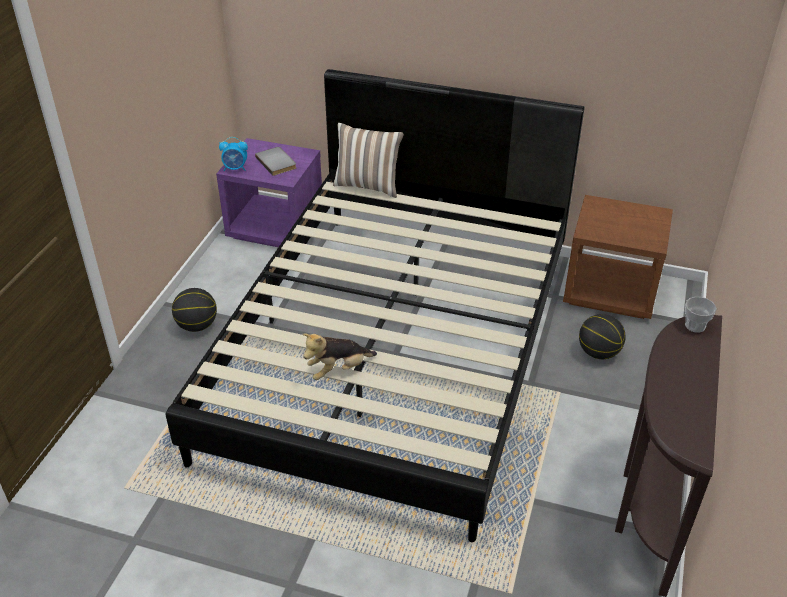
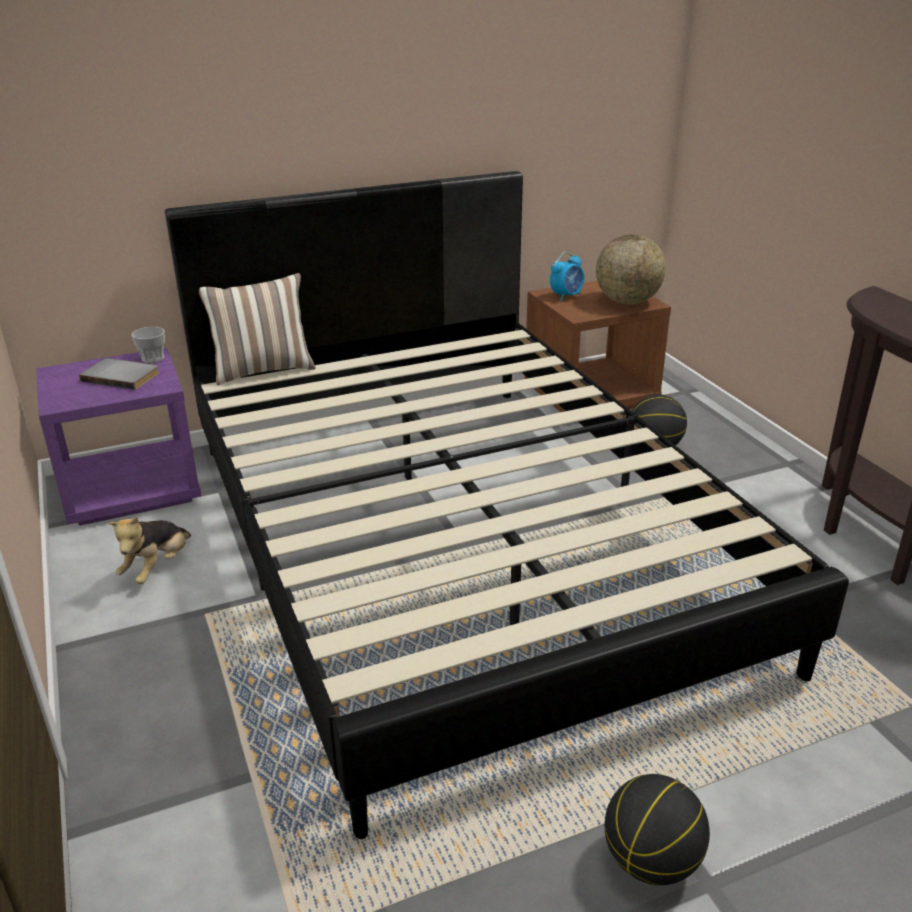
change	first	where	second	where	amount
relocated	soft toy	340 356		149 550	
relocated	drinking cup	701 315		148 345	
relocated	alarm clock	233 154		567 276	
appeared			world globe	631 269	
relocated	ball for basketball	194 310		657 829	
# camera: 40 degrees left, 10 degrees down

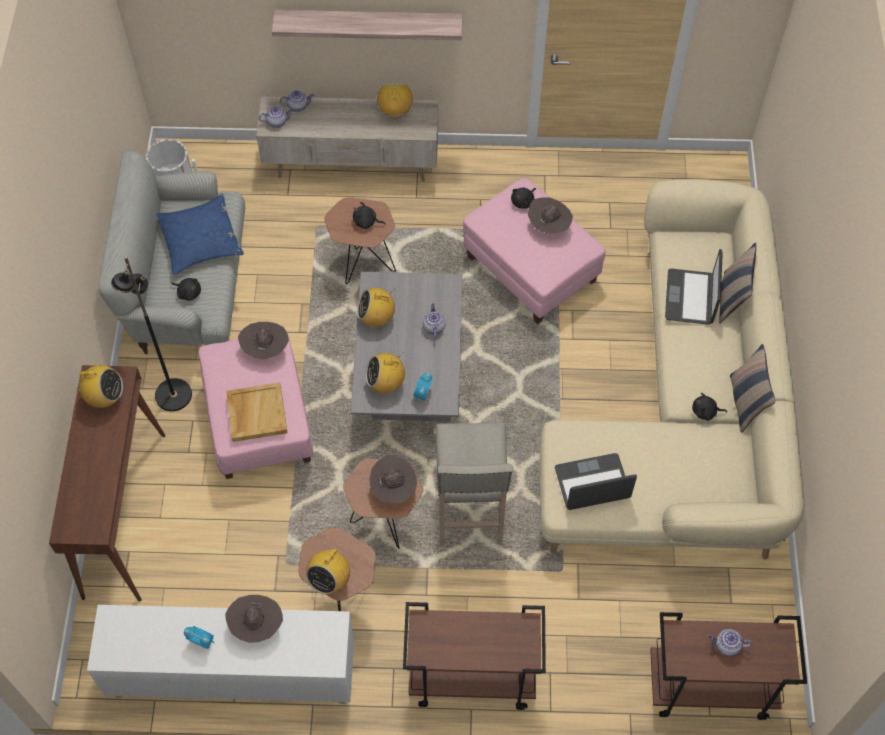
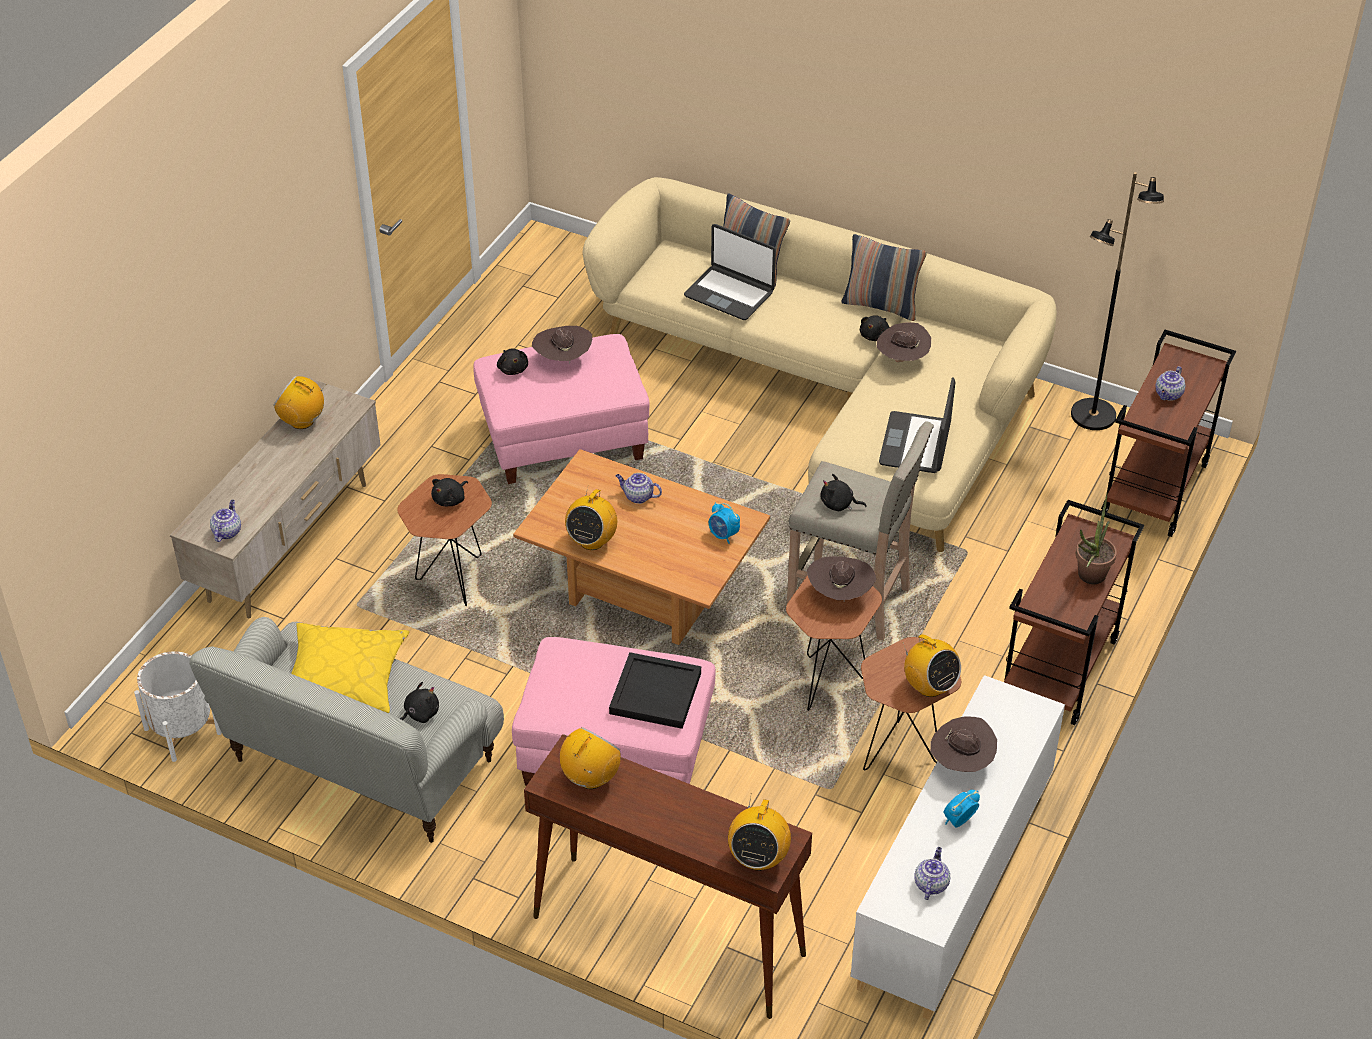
change	first	where	second	where	amount
colour	throw pillow (blue)	200 234	throw pillow (yellow)	350 668	
colour	lounge table (grey)	407 347	lounge table (brownish)	641 547	
colour	carrying tray (beige)	256 412	carrying tray (black-coloured)	655 690	
relocated	radio set	385 372		759 832	
appeared			soft toy (black-coloured)	843 492	
relocated	clothing hat (brownish)	263 341		904 342	
relocated	tea pot	297 101		932 873	
relocated	standing lamp (black-coloured)	151 333		1117 301	
appeared			houseplant	1096 538	
missing	bracket shelf	367 25			
# camera: 65 degrees left, 15 degrees down

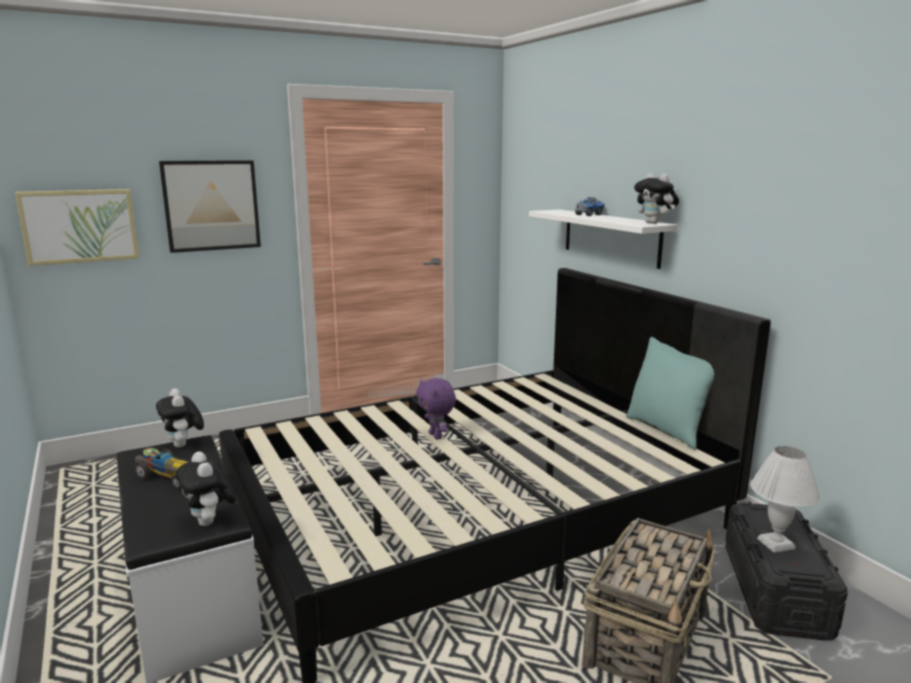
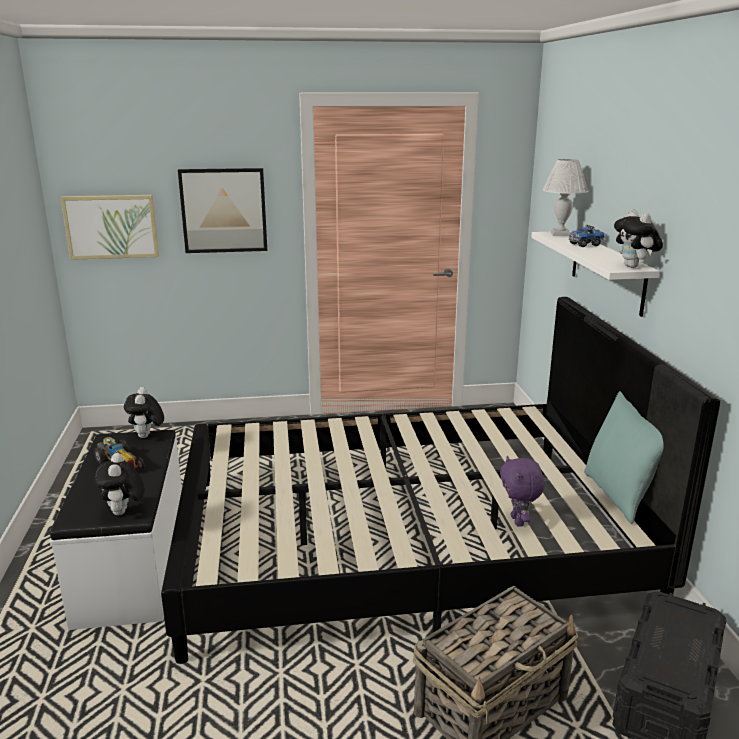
change	first	where	second	where	amount
relocated	soft toy (purple)	436 408		522 491	
relocated	table lamp (whitish)	785 499		565 197	
# camera: 20 degrees right, 5 degrees up

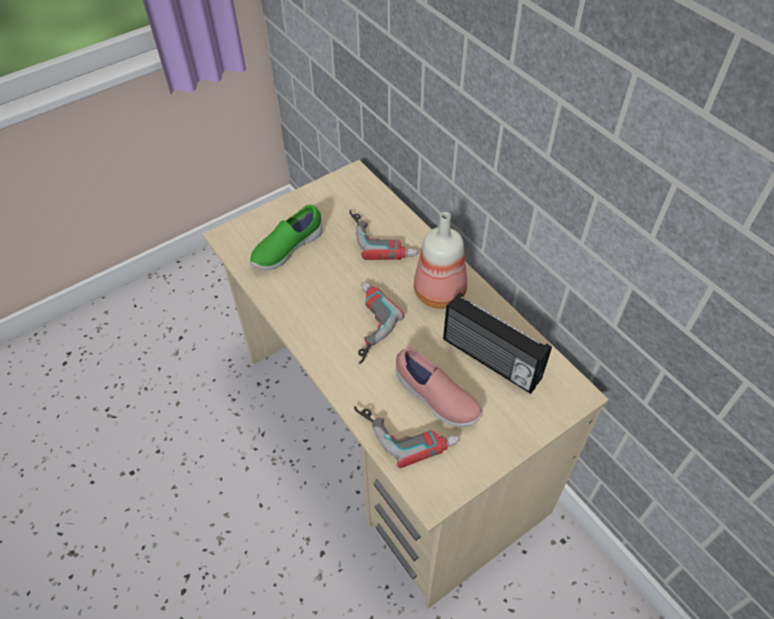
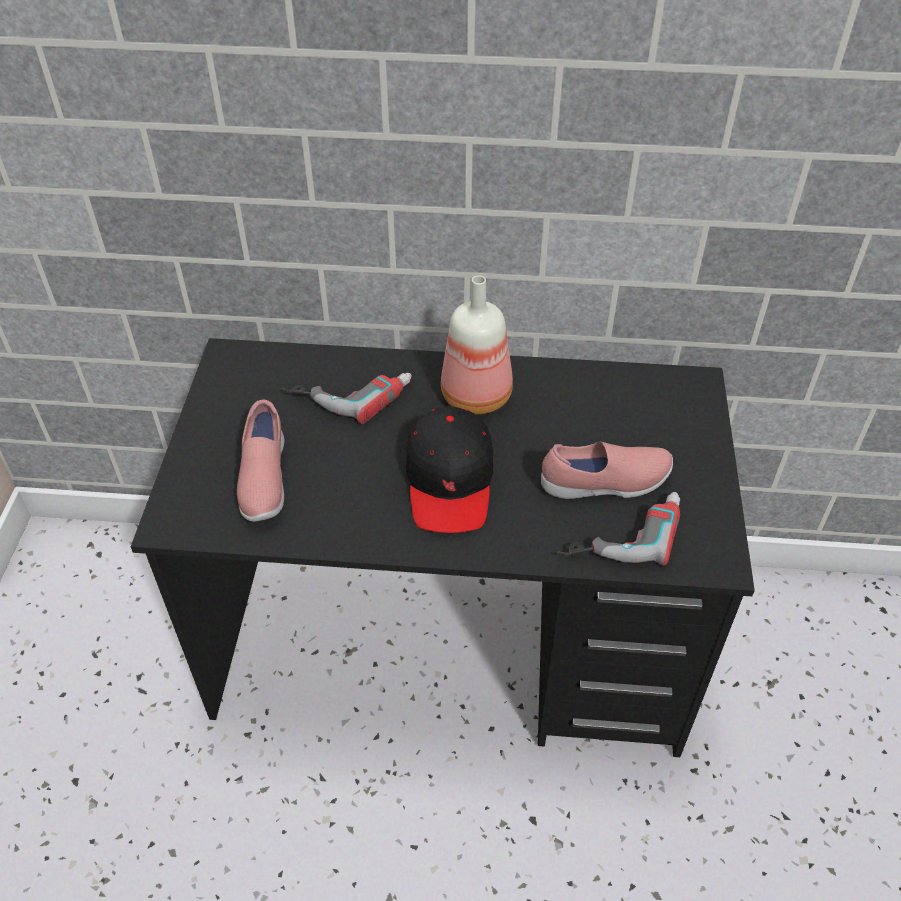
change	first	where	second	where	amount
colour	desk (beige)	405 384	desk (black-coloured)	443 547	
colour	low shoe (green-coloured)	286 237	low shoe (pinkish)	260 461	
exchanged	drill	381 323	peaked cap (black-coloured)	449 469	
missing	radio set	497 343			
# camera: 50 degrees left, 5 degrees down

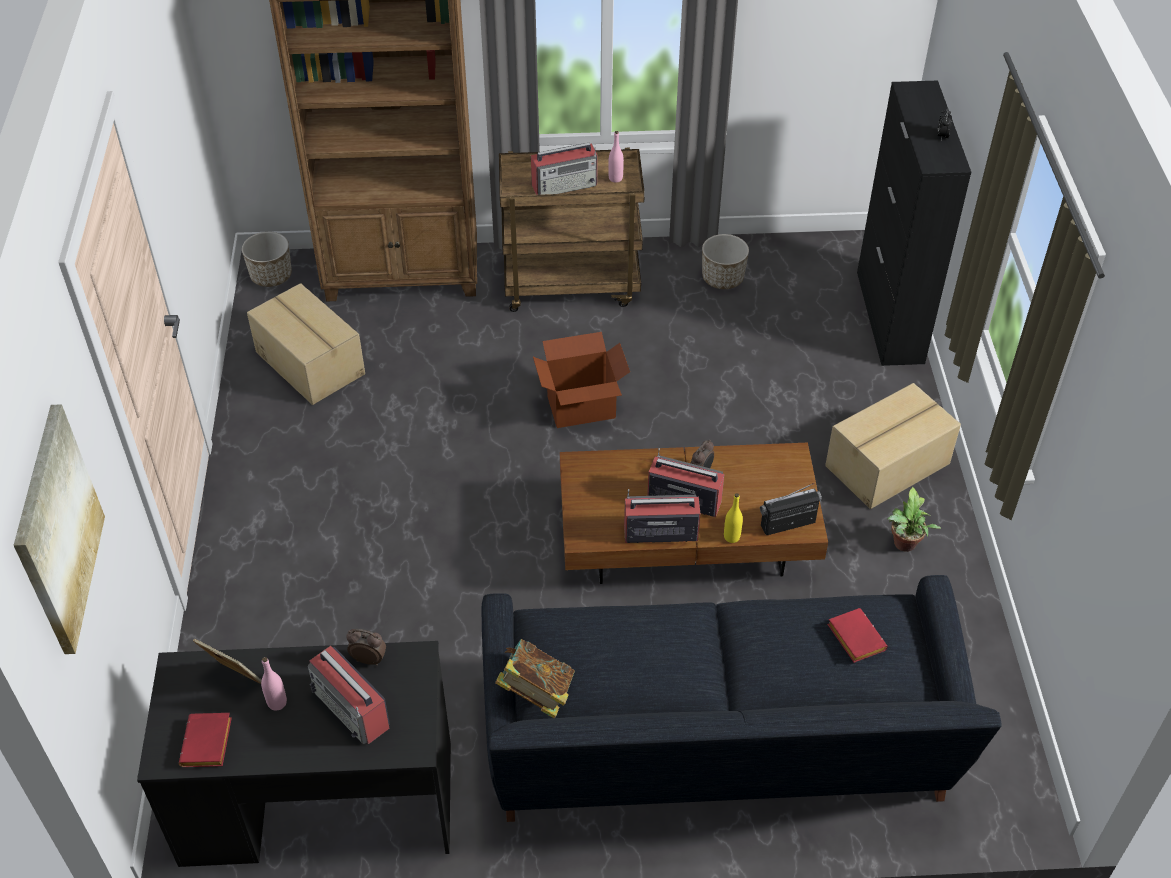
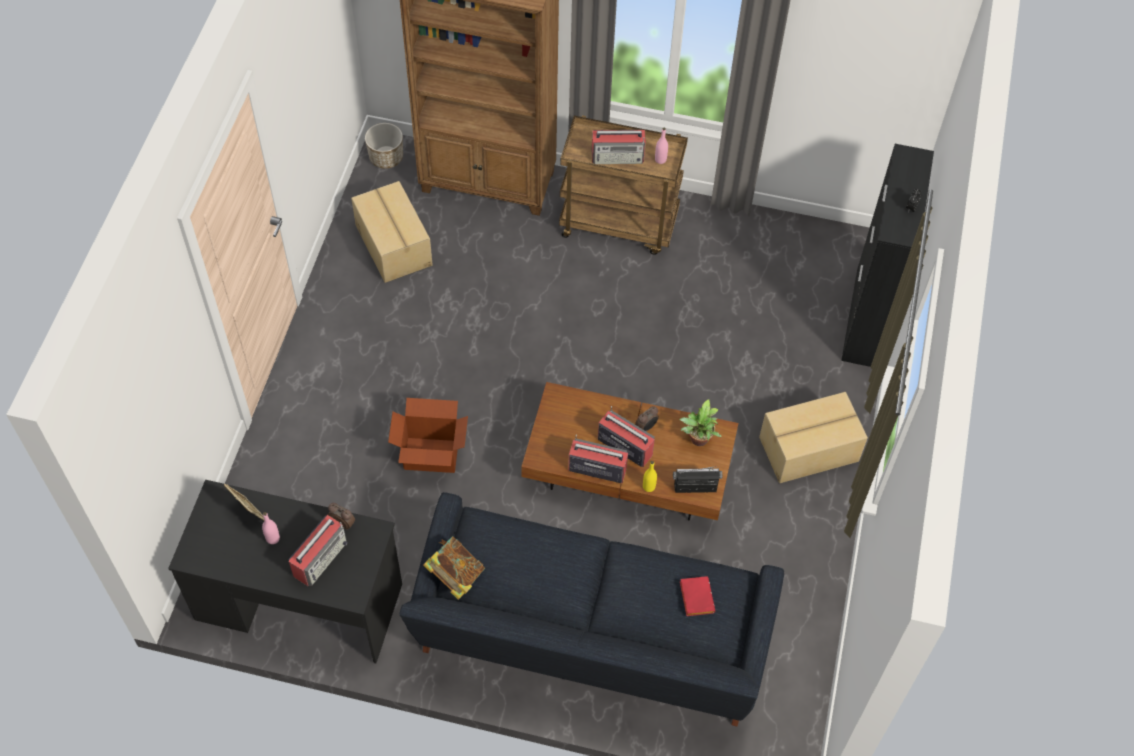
change	first	where	second	where	amount
spun	radio set	349 695		317 550	120 degrees counterclockwise
relocated	carton	581 380		428 435	
relocated	houseplant	914 519		700 422	
missing	wall art	59 529			
missing	volume (red)	205 740			
missing	plant pot	725 261			
# camera: 15 degrees right, 10 degrees up

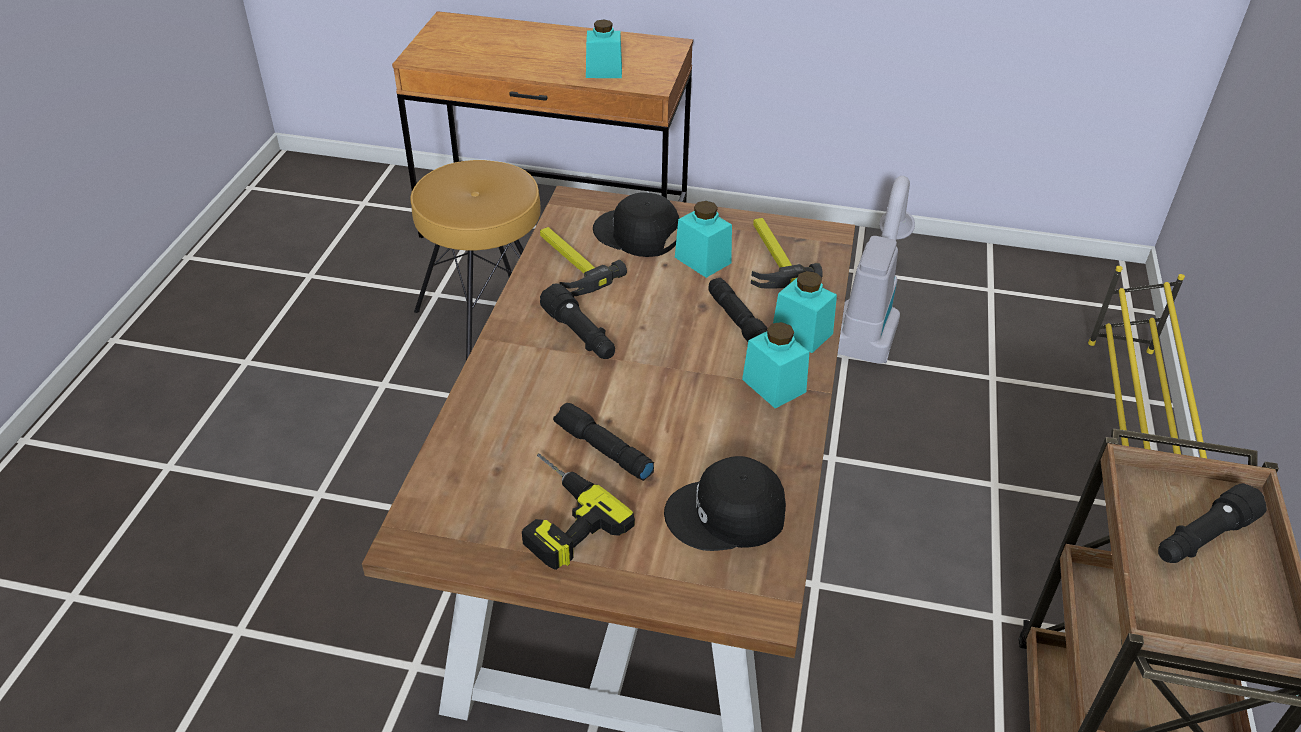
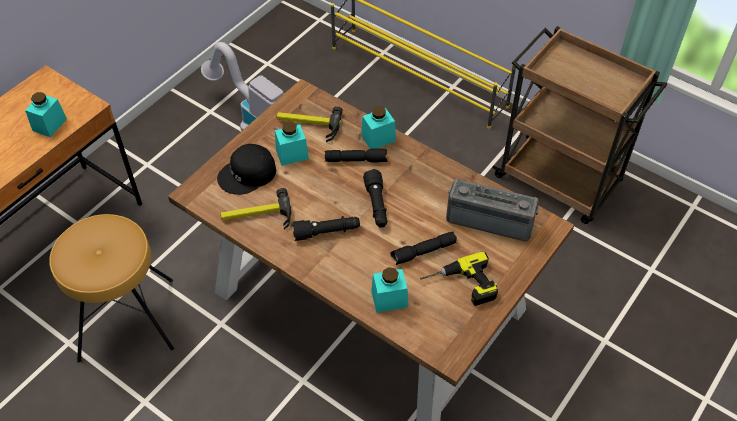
change	first	where	second	where	amount
relocated	hand torch (black-coloured)	1212 523		375 198	
relocated	storage jar (blue-green)	775 365		389 290	
exchanged	peaked cap (black-coloured)	725 503	radio set	492 209	
# camera: 65 degrees left, 10 degrees up

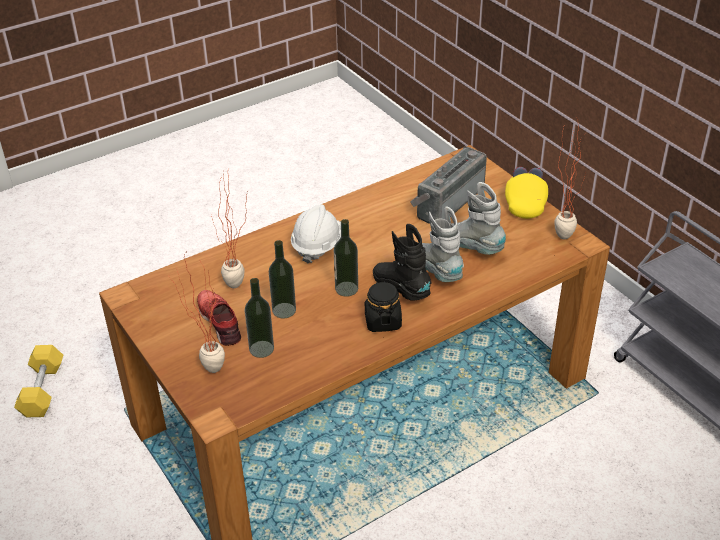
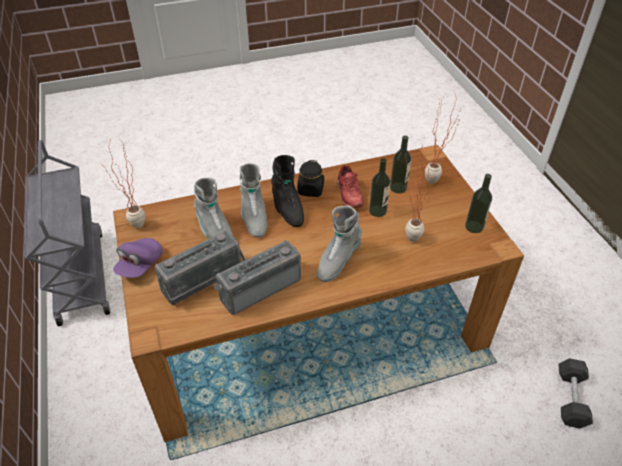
change	first	where	second	where	amount
colour	peaked cap (yellow)	526 193	peaked cap (purple)	138 258	
appeared			radio set	257 277	
exchanged	work helmet (whitish)	316 233	boot (grey)	339 244	
relocated	low shoe (red)	219 318		350 187	
relocated	drink bottle	346 258		478 203	
colour	free weight (yellow)	38 381	free weight (black-coloured)	576 393	
# camera: 165 degrees left, 5 degrees up

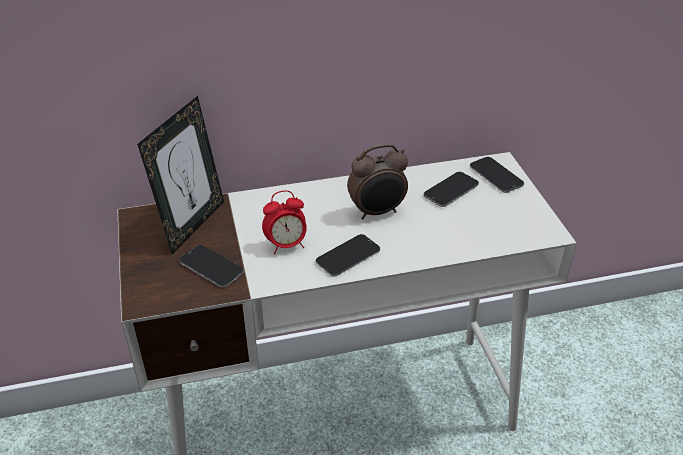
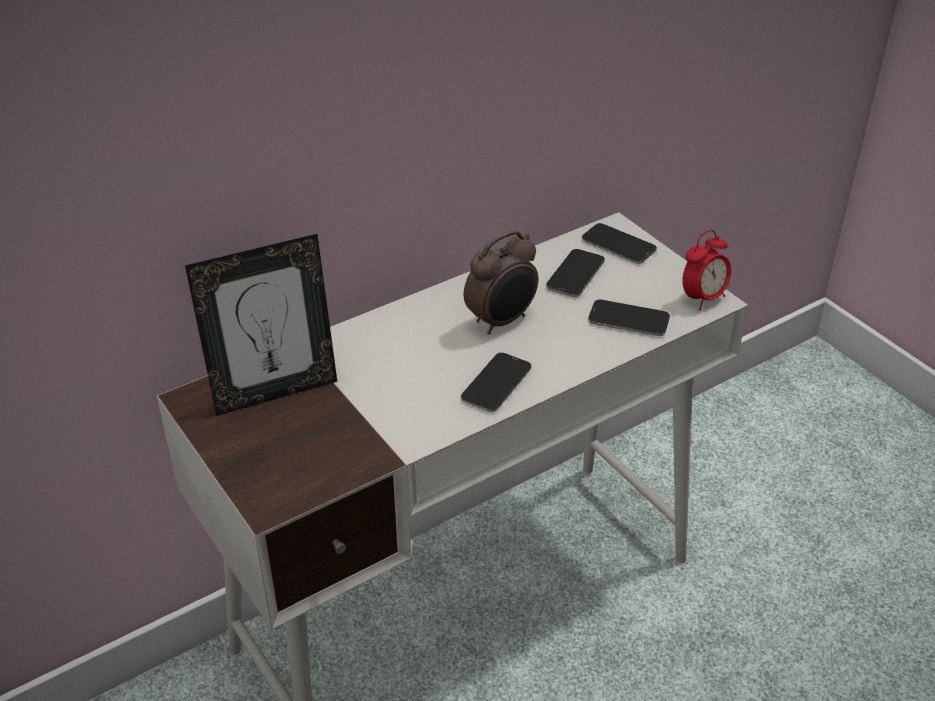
change	first	where	second	where	amount
spun	photo frame	180 175		261 325	60 degrees clockwise
relocated	telephone	211 266		629 318	
relocated	alarm clock	284 222		706 270	
# camera: 20 degrees left, 0 degrees up

